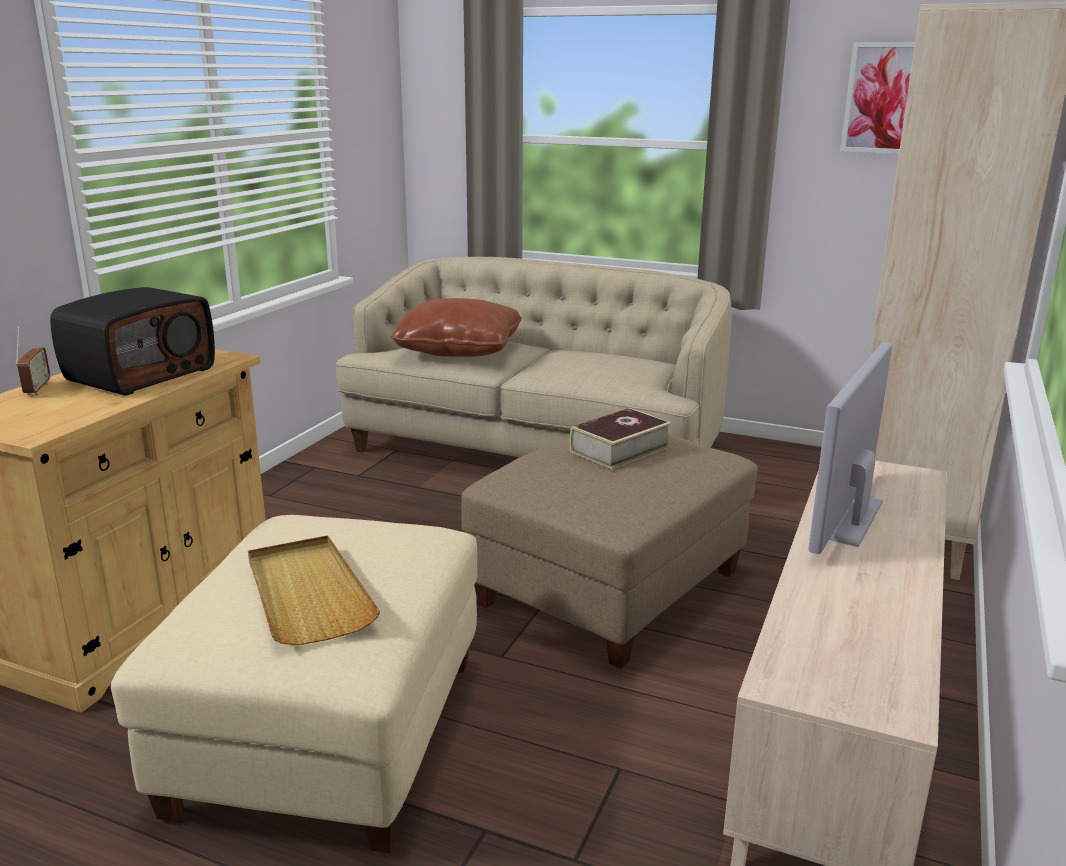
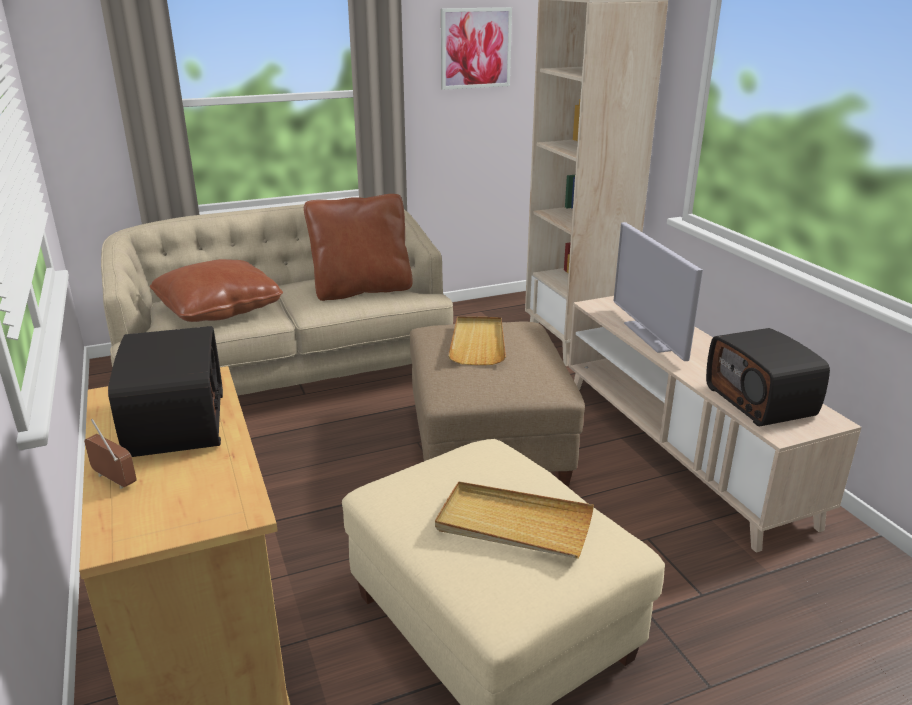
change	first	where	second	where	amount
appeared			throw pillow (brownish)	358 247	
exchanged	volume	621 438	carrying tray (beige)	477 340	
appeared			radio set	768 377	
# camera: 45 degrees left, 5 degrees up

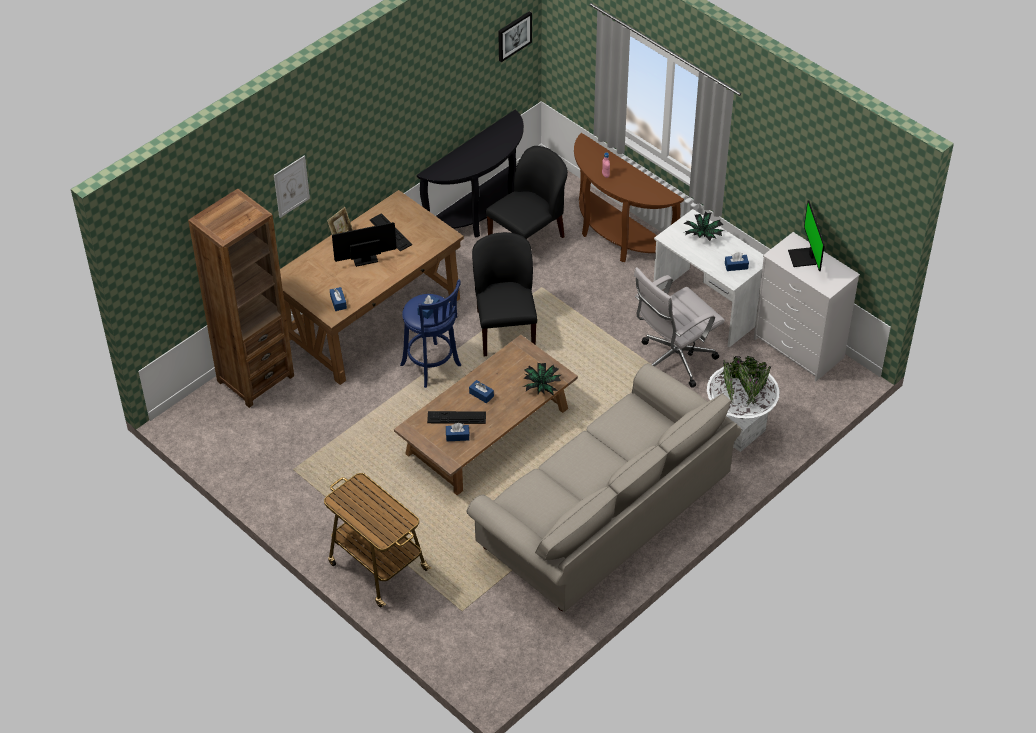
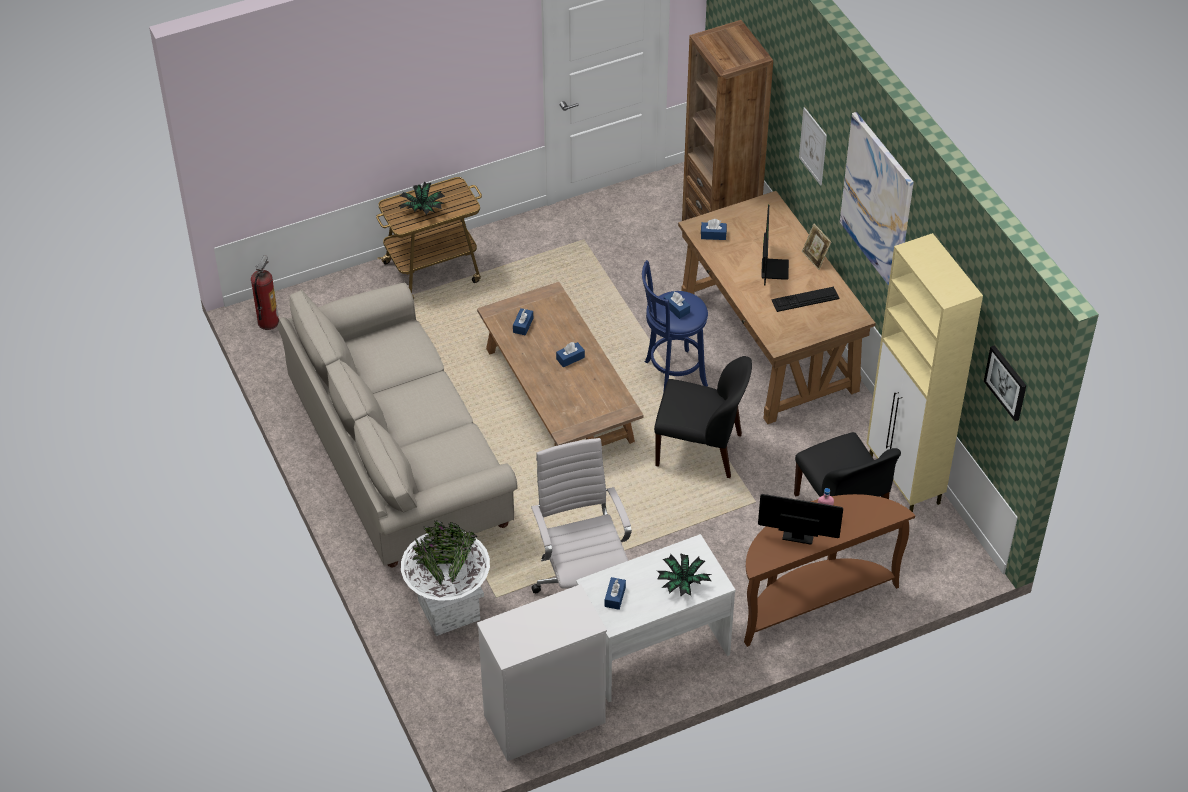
change	first	where	second	where	amount
appeared			fire extinguisher	265 292	
relocated	houseplant	542 379		422 198	
relocated	computer screen	806 235		800 519	
appeared			wall art	877 199	
exchanged	narrow table (black-coloured)	470 174	cabinet (beige)	924 372	
missing	PC keyboard	456 417			
# camera: 110 degrees right, 0 degrees up

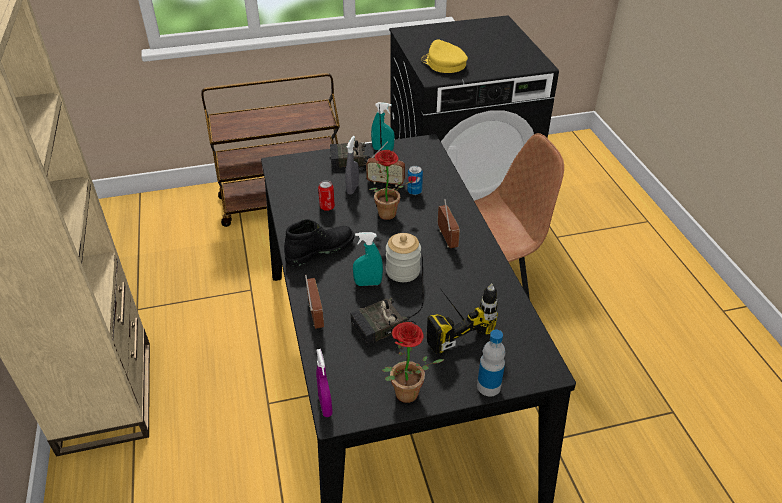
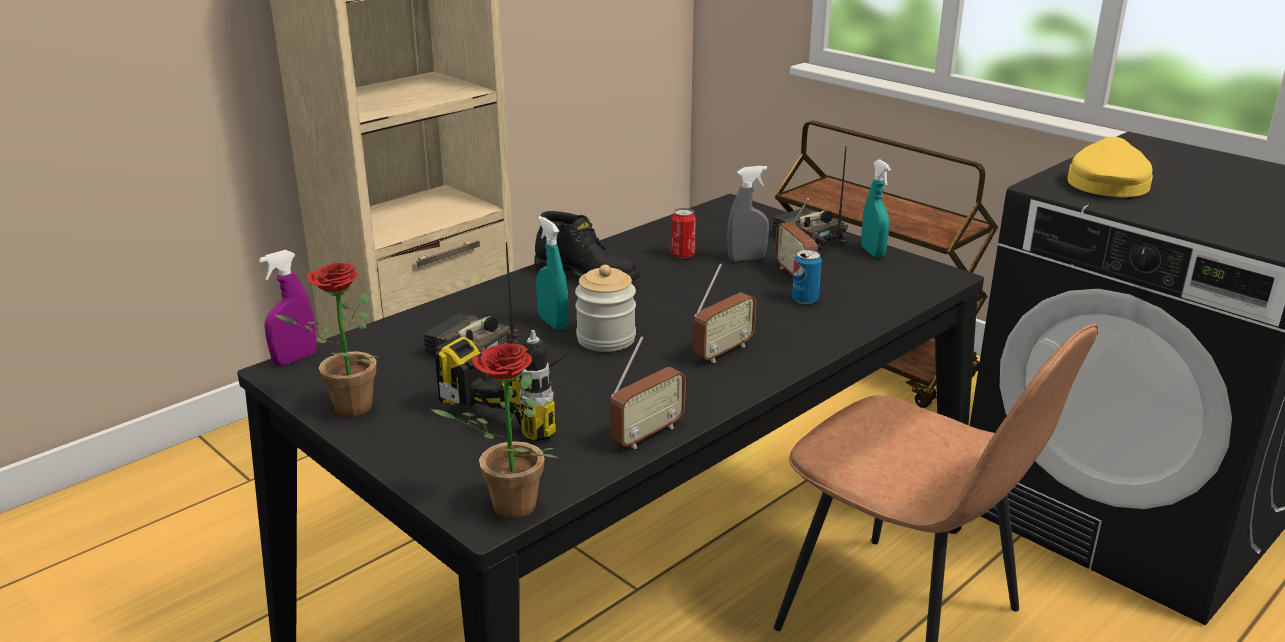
change	first	where	second	where	amount
relocated	houseplant	391 185		494 431	
relocated	radio set	314 302		648 392	
missing	drink bottle	491 363			
# camera: 60 degrees right, 15 degrees down

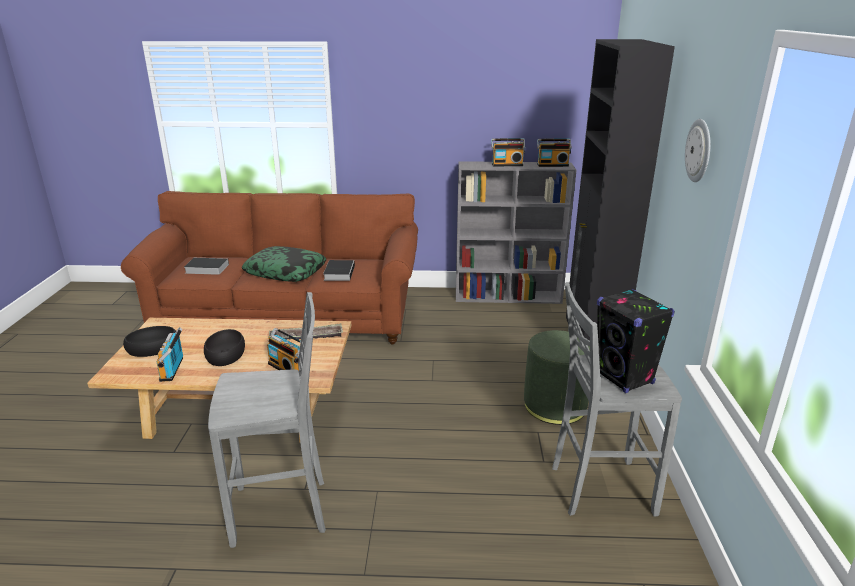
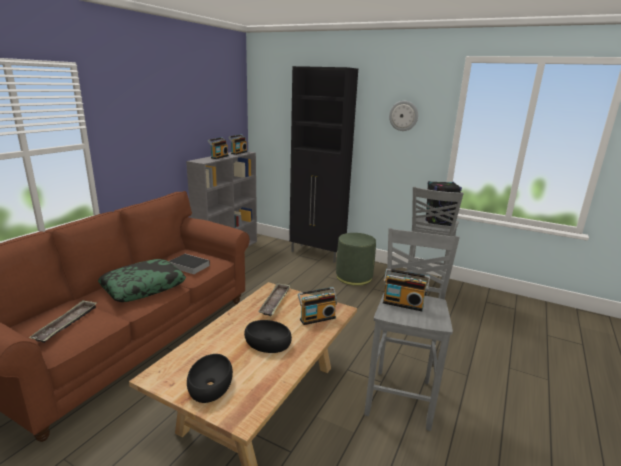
change	first	where	second	where	amount
exchanged	volume	206 266	carrying tray	63 321	
relocated	radio set	169 355		406 289	
# camera: 65 degrees left, 5 degrees down

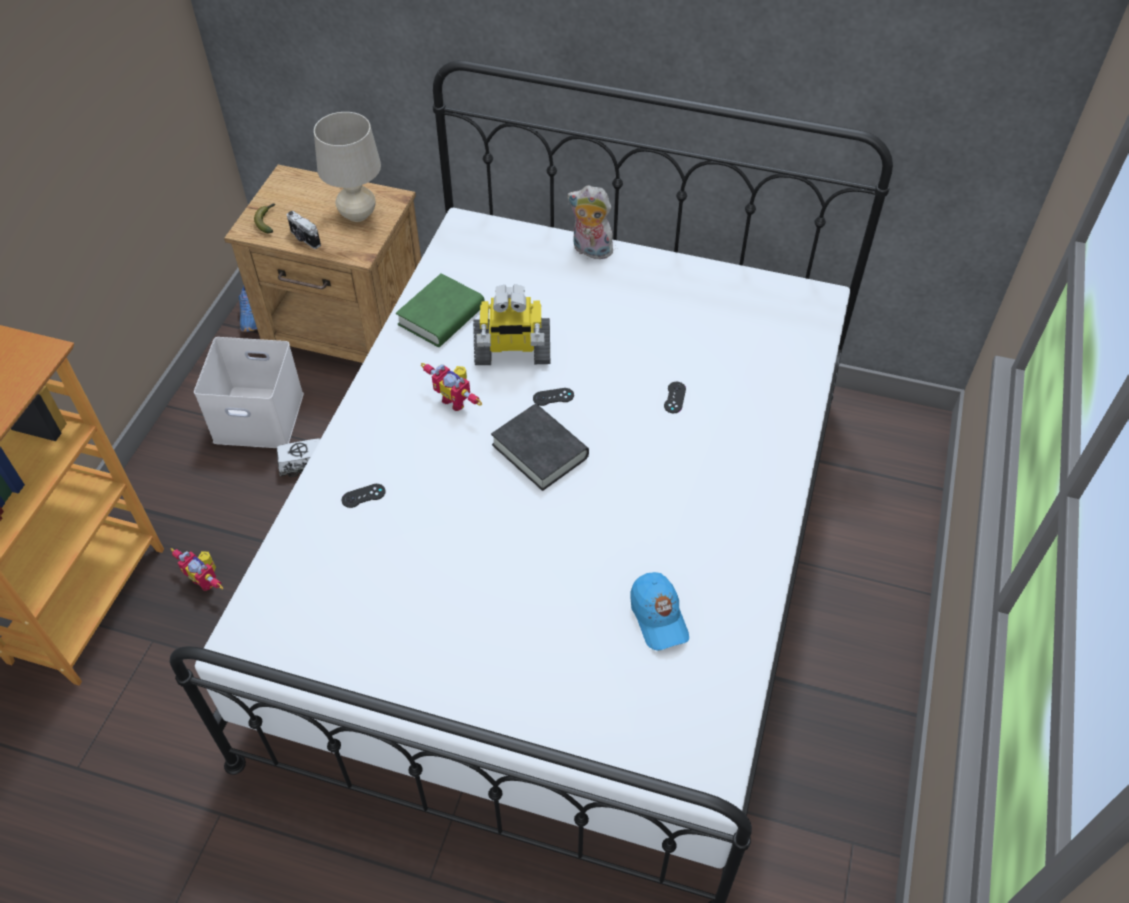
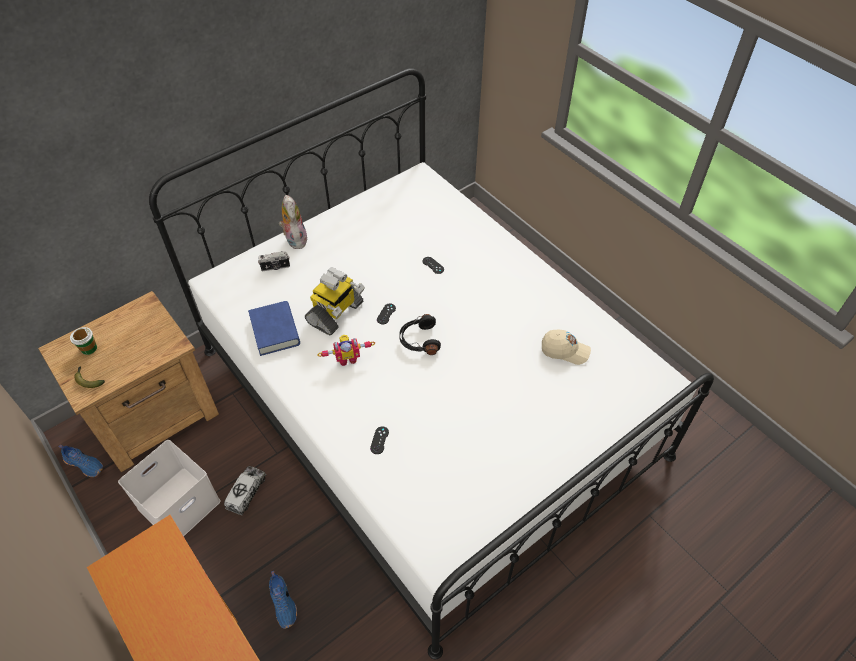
change	first	where	second	where	amount
appeared			drinking cup	83 341	
colour	volume (green-coloured)	440 310	volume (blue)	274 328	
relocated	photo camera	304 230		274 261	
exchanged	model robot	197 569	low shoe (blue)	283 600	
spun	soft toy	590 222		293 222	105 degrees clockwise
exchanged	volume (black-coloured)	540 447	headset (black-coloured)	420 334	
colour	peaked cap (blue)	659 611	peaked cap (beige)	566 347	
missing	table lamp (beige)	347 167			
# camera: 55 degrees left, 0 degrees up

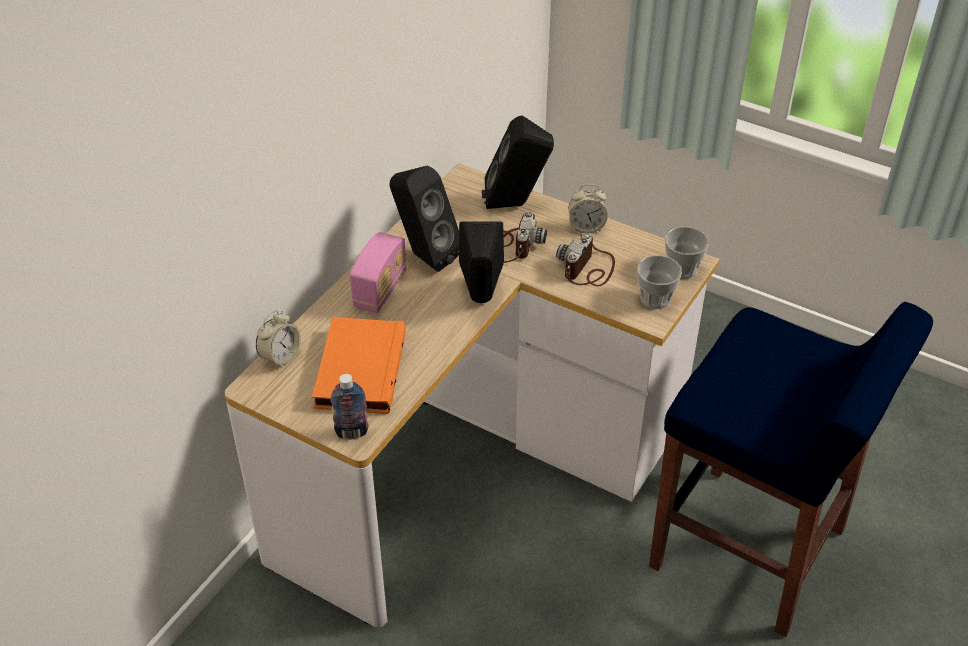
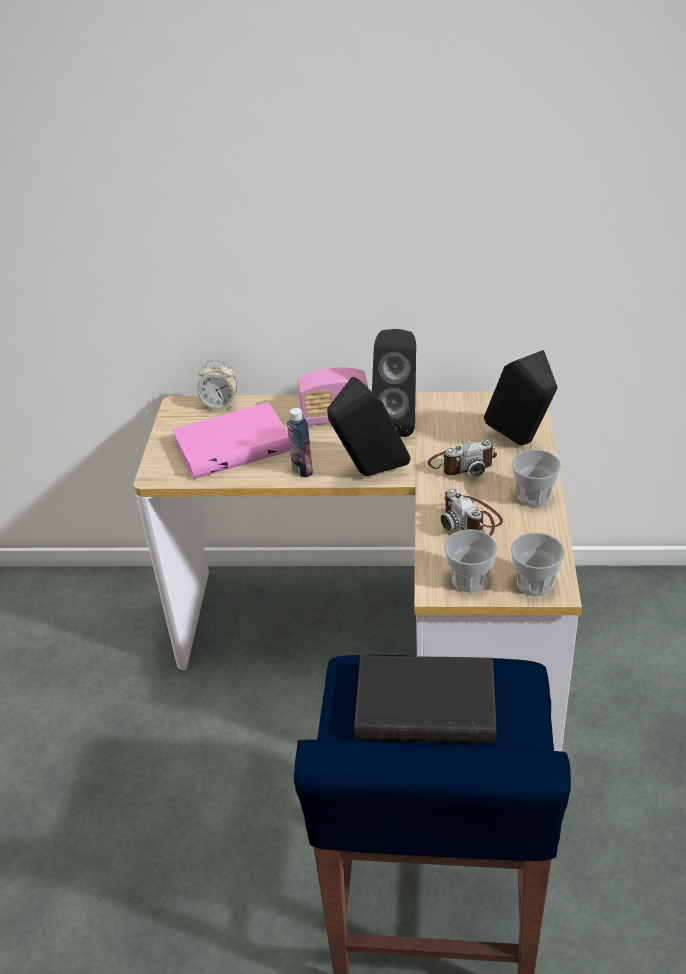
change	first	where	second	where	amount
colour	volume (orangey)	359 365	volume (pinkish)	231 440	
relocated	drink bottle	350 406		300 443	
appeared			volume (black-coloured)	425 699	
spun	photo camera	585 259		472 512	120 degrees counterclockwise
exchanged	alarm clock	588 208	drinking cup	536 478	
# camera: 65 degrees right, 5 degrees down

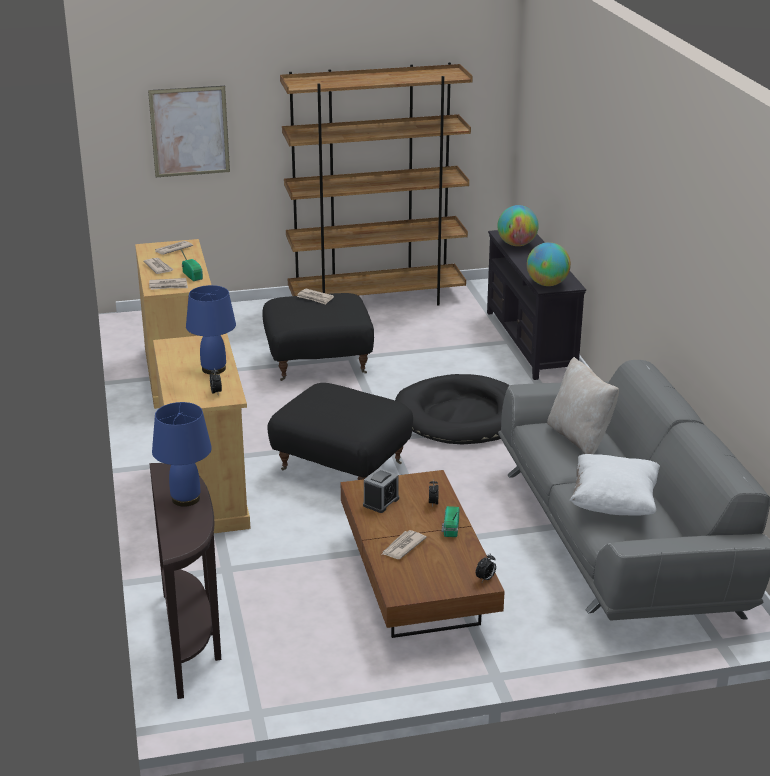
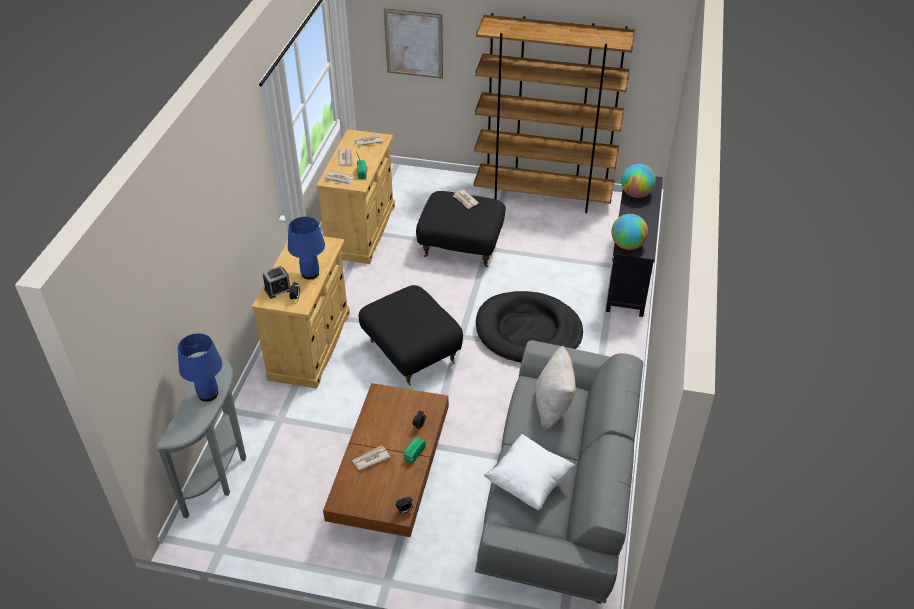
change	first	where	second	where	amount
colour	narrow table (brownish)	185 581	narrow table (grey)	201 437	
relocated	alarm clock	381 490		277 282	
# camera: 25 degrees right, 15 degrees up

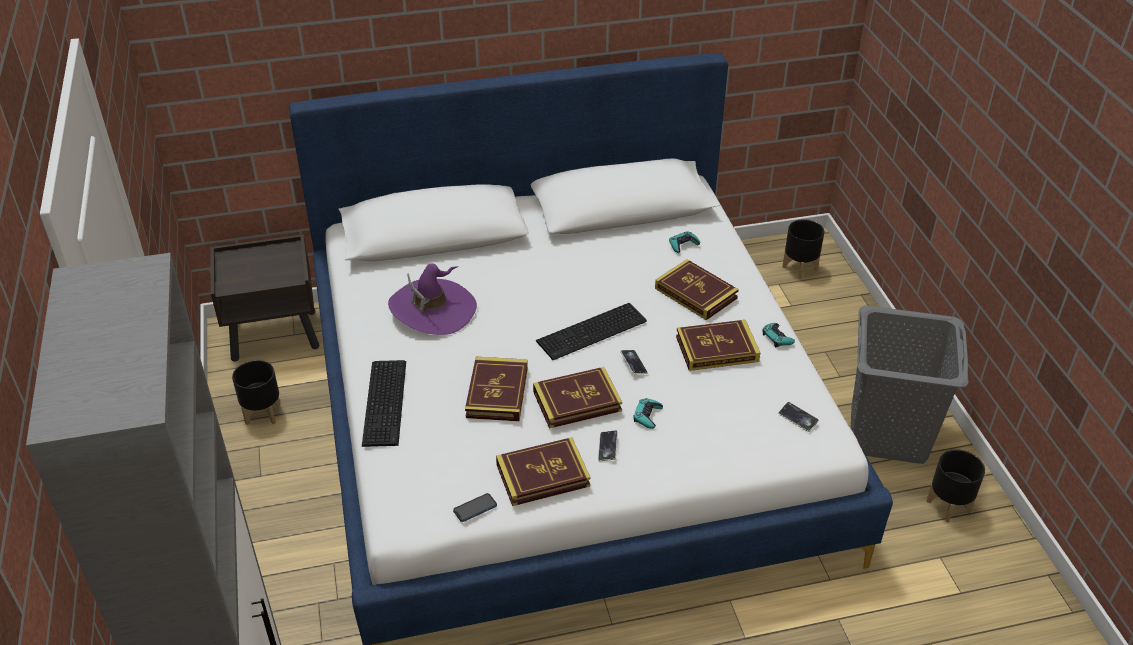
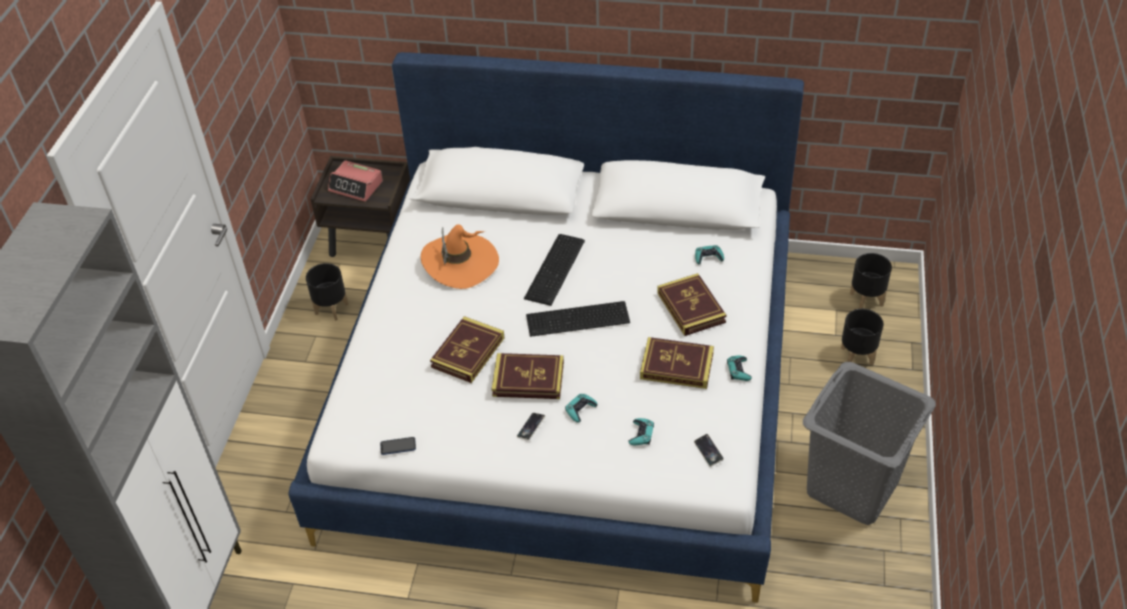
change	first	where	second	where	amount
appeared			alarm clock	355 181	
colour	clothing hat (purple)	432 299	clothing hat (orangey)	460 256	
relocated	PC keyboard	384 403		554 270	
appeared			game controller (blue-green)	641 432	
relocated	plant pot (black-coloured)	955 486		862 337	
missing	volume	543 471			
missing	telephone	634 362			
# camera: 25 degrees right, 5 degrees up

